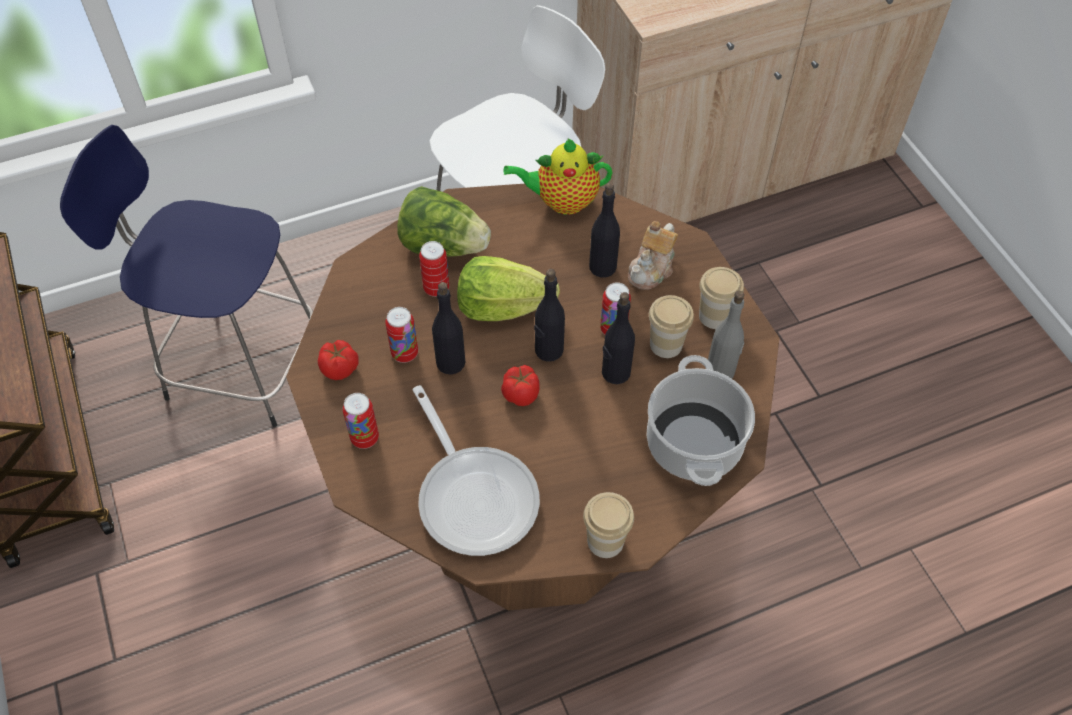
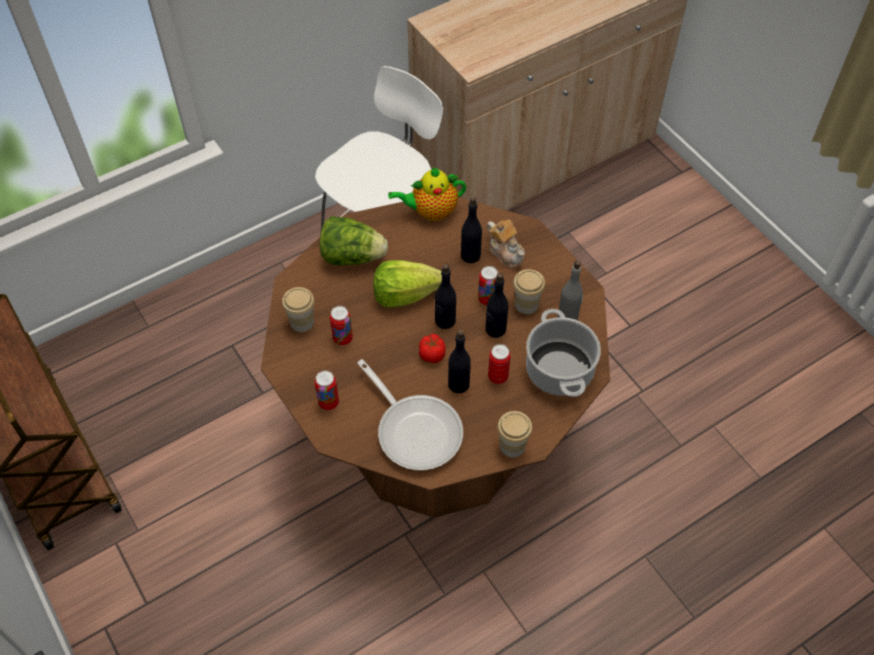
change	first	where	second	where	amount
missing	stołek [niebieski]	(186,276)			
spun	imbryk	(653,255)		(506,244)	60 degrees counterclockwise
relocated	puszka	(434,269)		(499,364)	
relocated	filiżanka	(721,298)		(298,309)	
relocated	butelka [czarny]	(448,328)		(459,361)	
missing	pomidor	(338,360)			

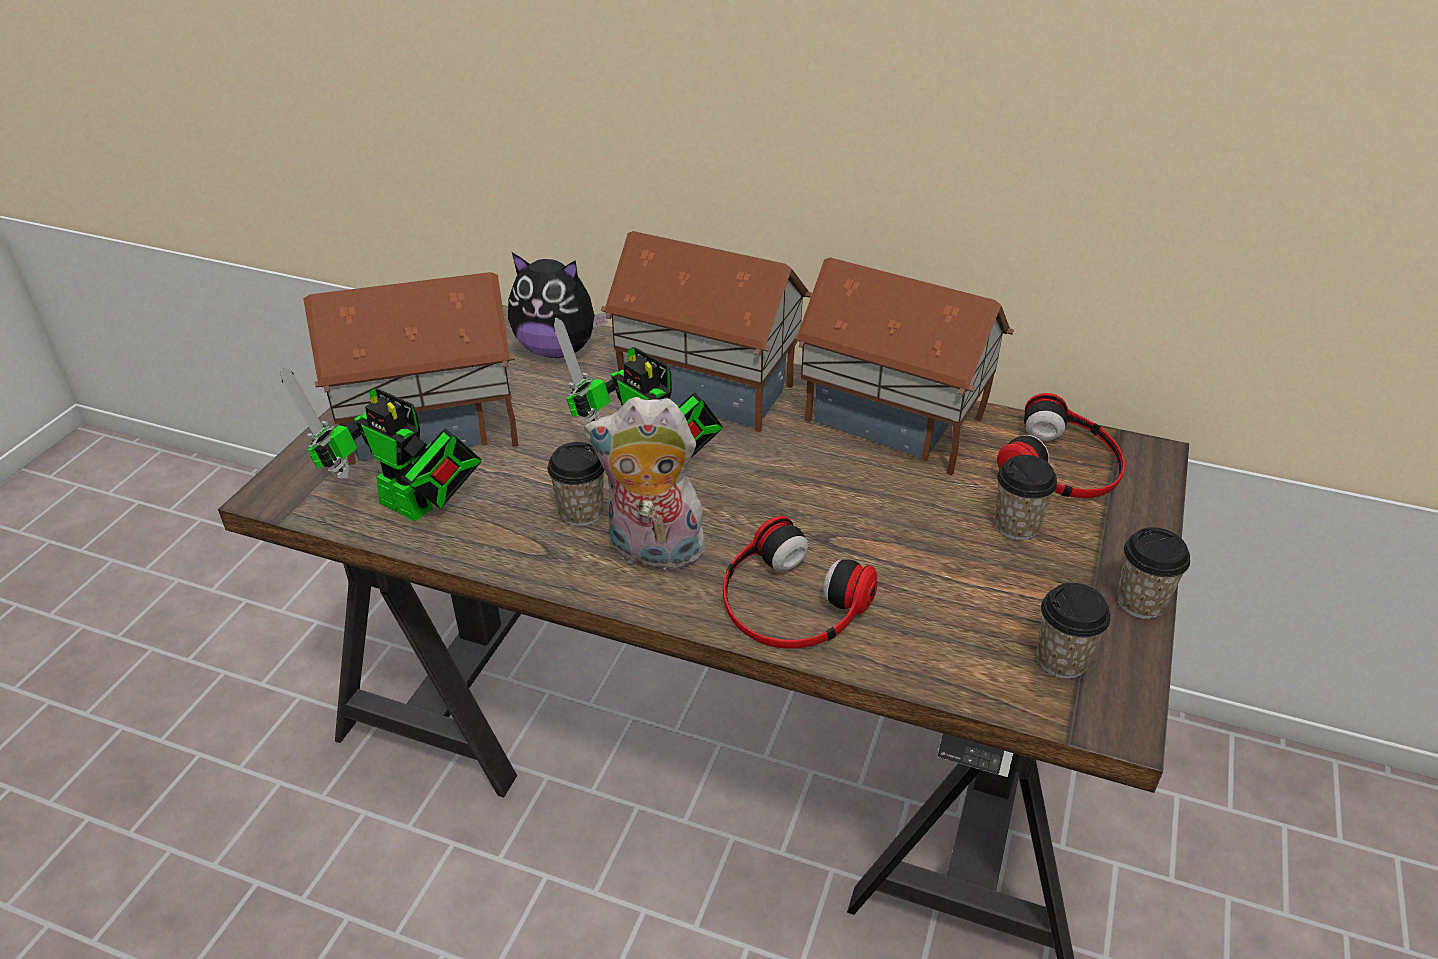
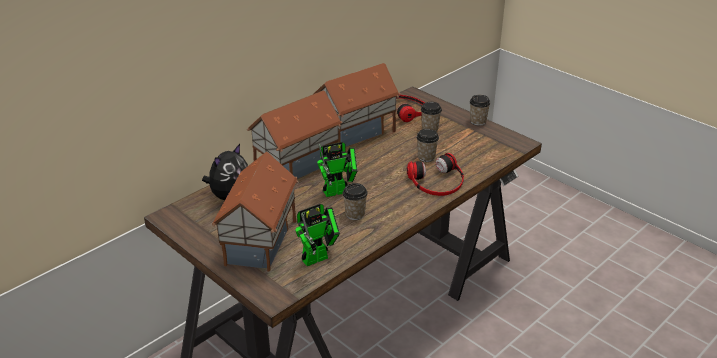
change	first	where	second	where	amount
missing	pluszak	(648,486)			
relocated	filiżanka	(1073,631)		(427,145)	

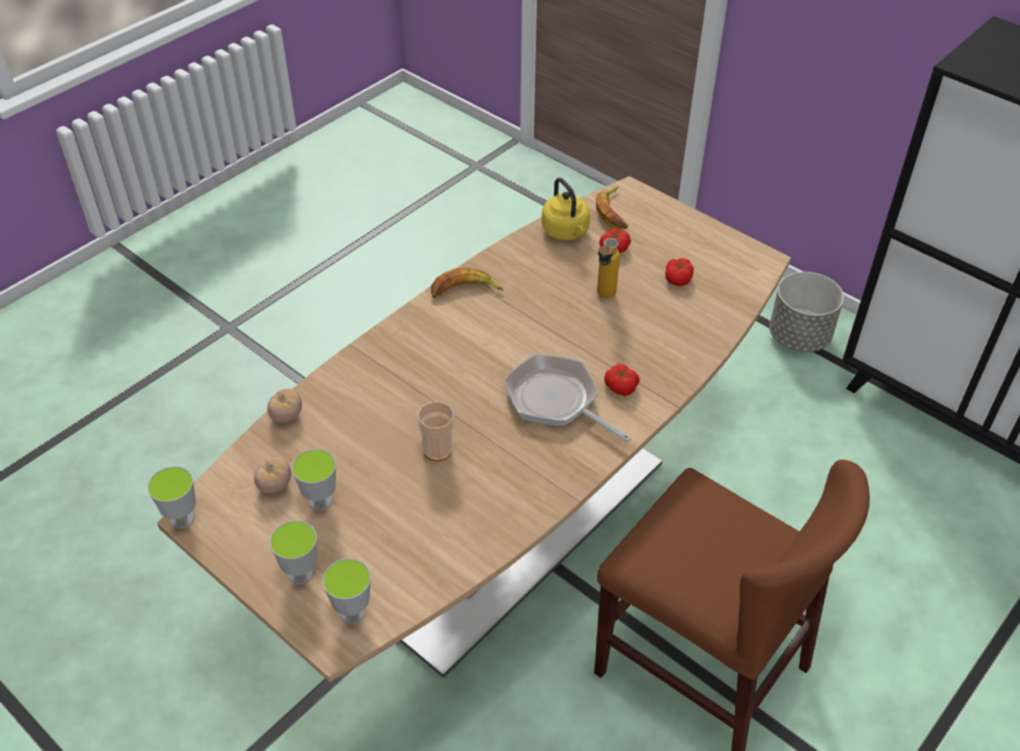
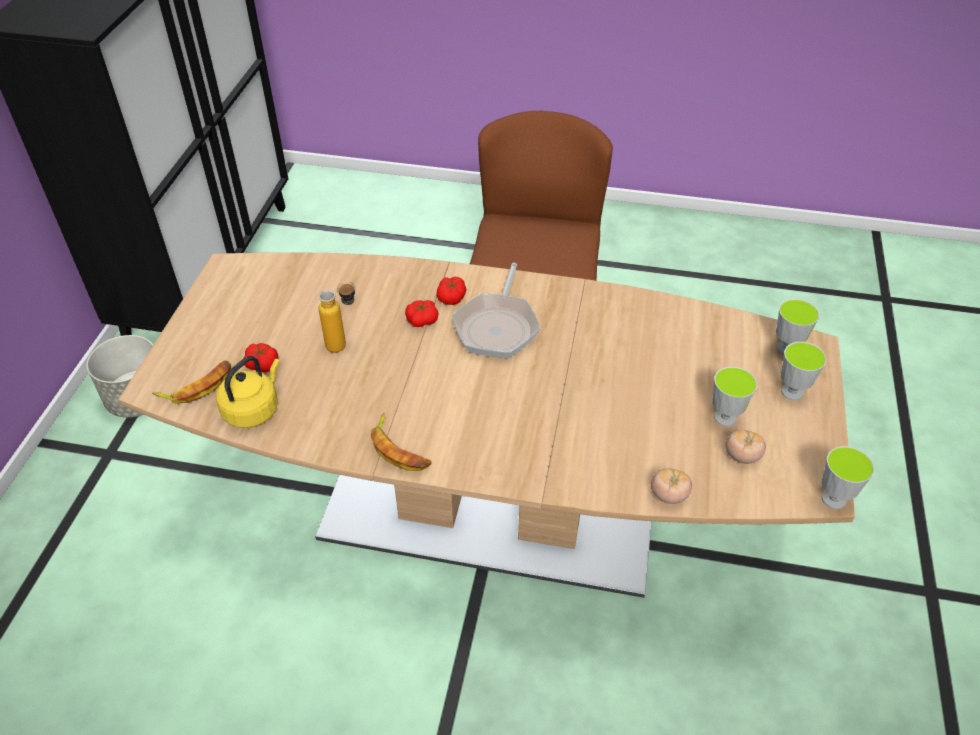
change	first	where	second	where	amount
relocated	pomidor	(679,272)		(422,313)	
missing	filiżanka	(436,431)			

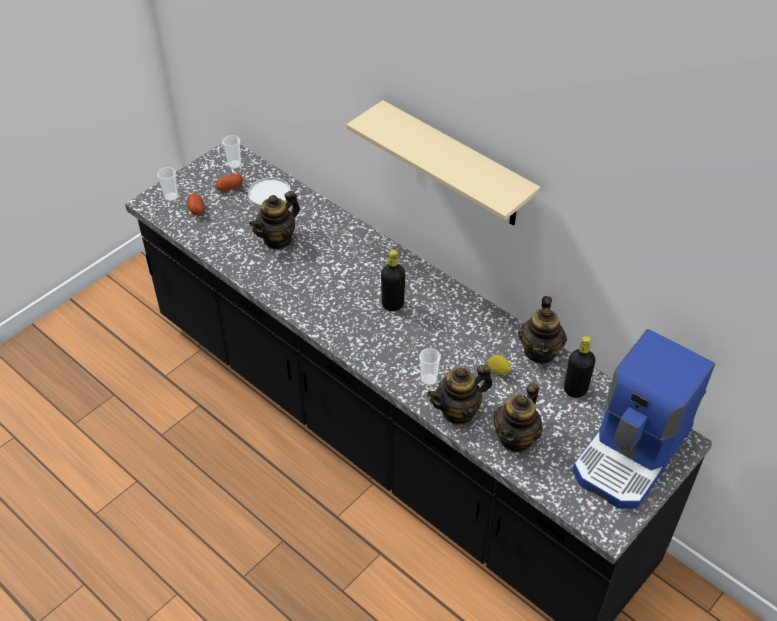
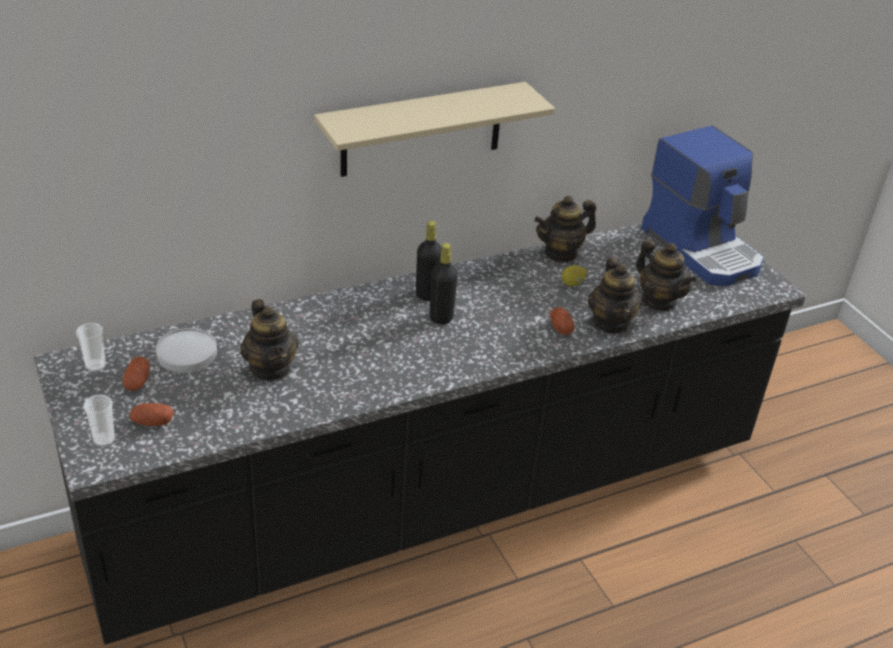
change	first	where	second	where	amount
spun	imbryk	(542,330)		(565,229)	120 degrees clockwise
relocated	butelka [czarny]	(580,367)		(429,261)	
exchanged	filiżanka	(430,367)	ziemniak	(562,321)	

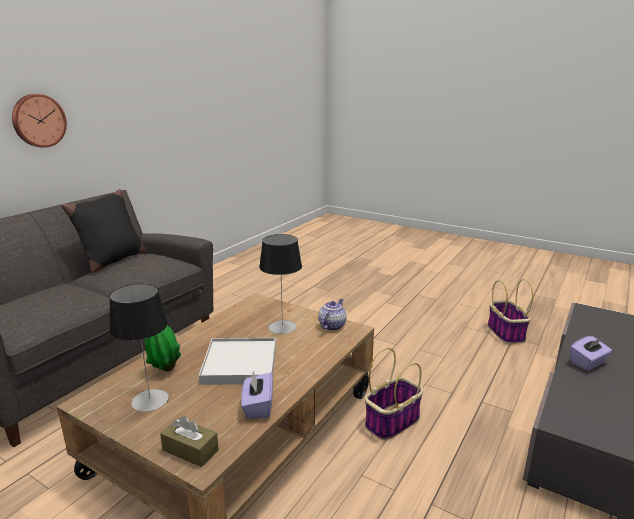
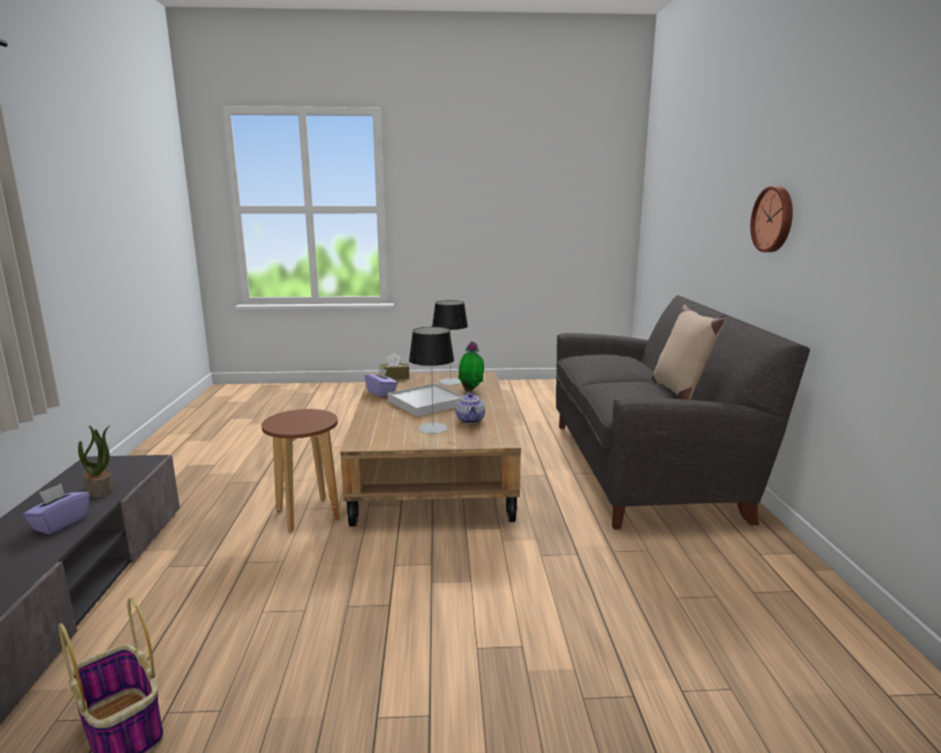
change	first	where	second	where	amount
colour	poduszka [czarny]	(103,231)	poduszka [beżowy]	(689,352)	
relocated	imbryk	(332,315)		(470,408)	
exchanged	koszyk	(394,394)	stołek [brązowy]	(300,470)	
appeared			roślina doniczkowa	(96,461)	

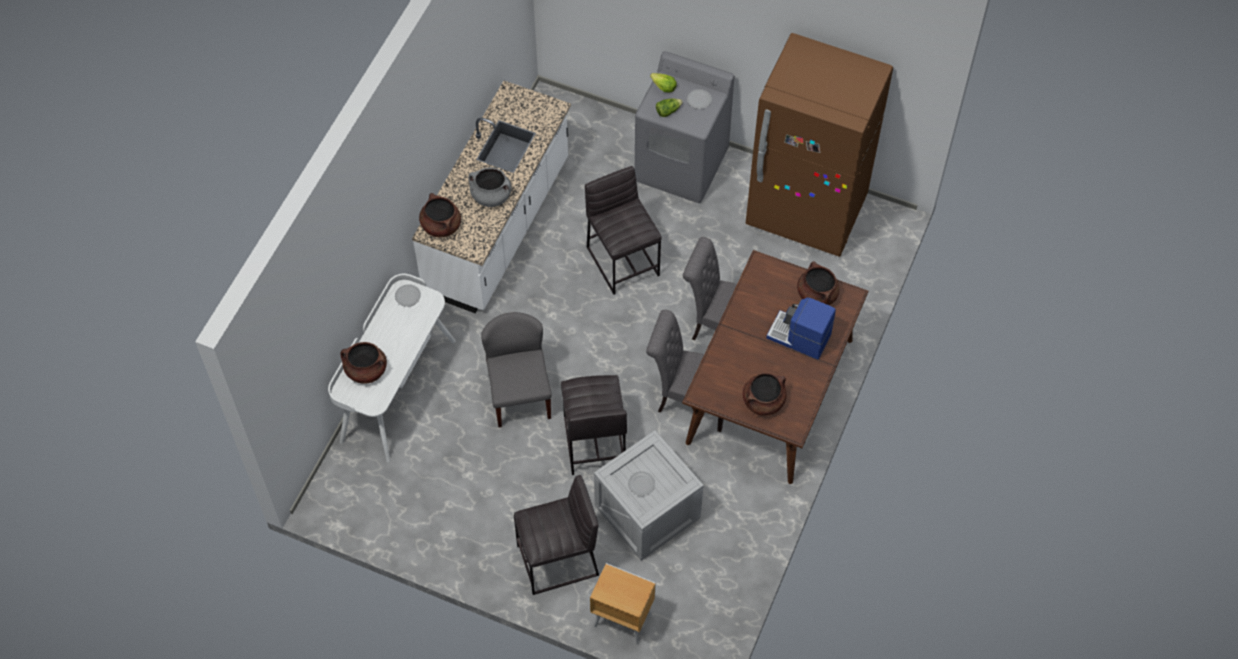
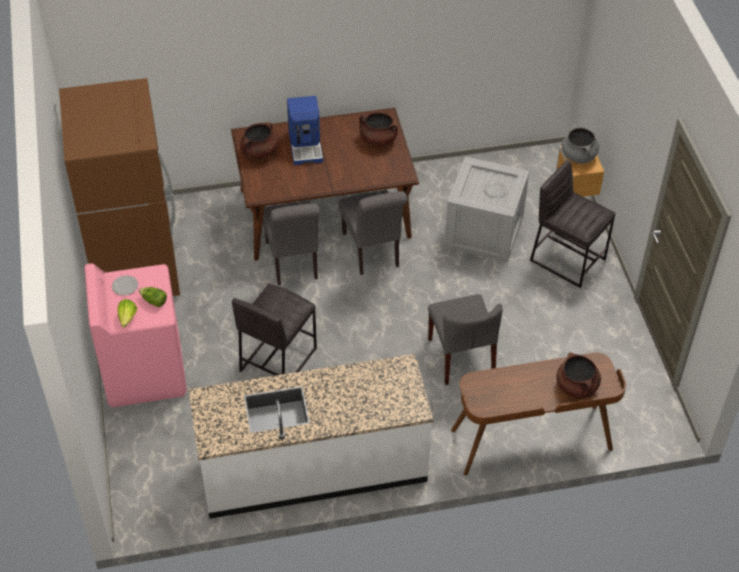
change	first	where	second	where	amount
colour	pralka [szary]	(684,127)	pralka [różowy]	(135,335)	
relocated	garnek [szary]	(490,187)		(580,144)	
missing	garnek [brązowy]	(440,215)			
colour	biurko [biały]	(392,367)	biurko [brązowy]	(538,414)	
missing	talerz	(408,295)			
spun	krzesło [szary]	(516,369)		(465,339)	60 degrees counterclockwise
missing	stołek [szary]	(594,425)			

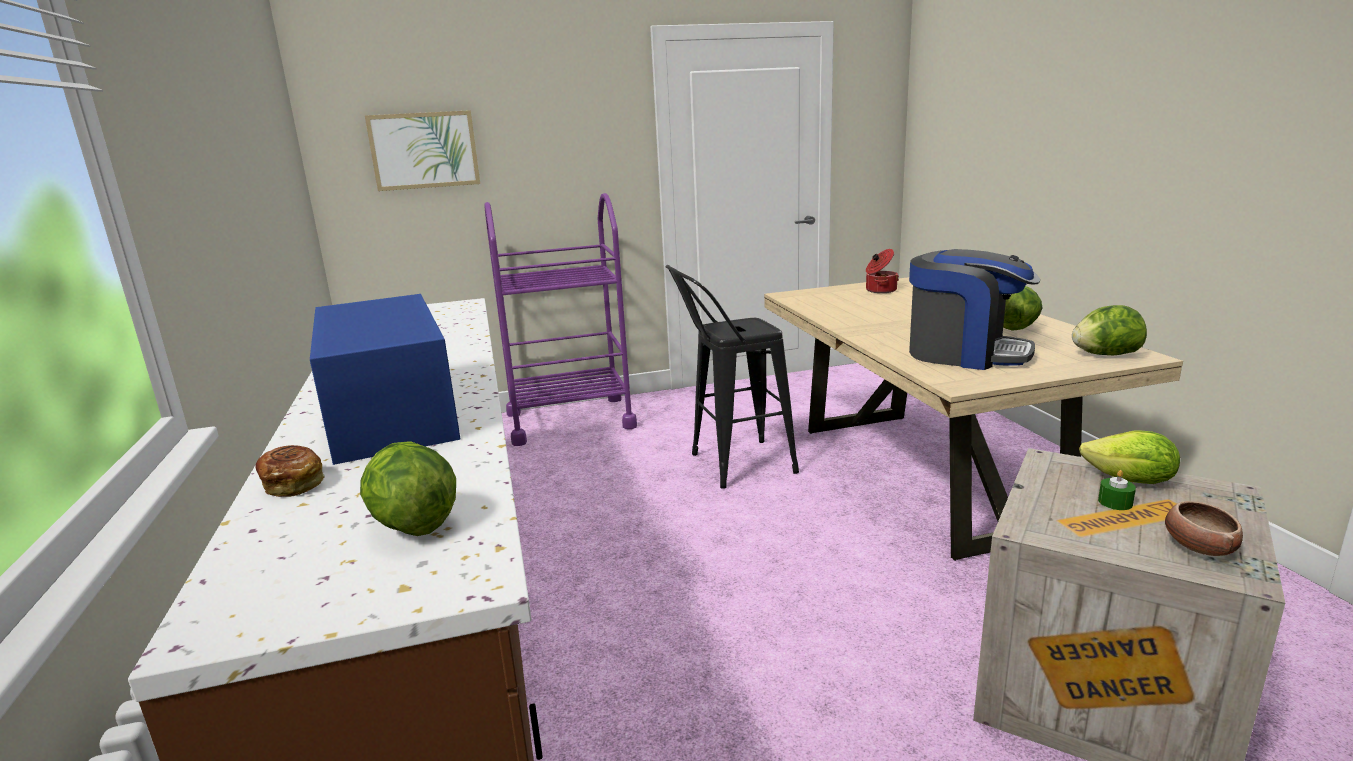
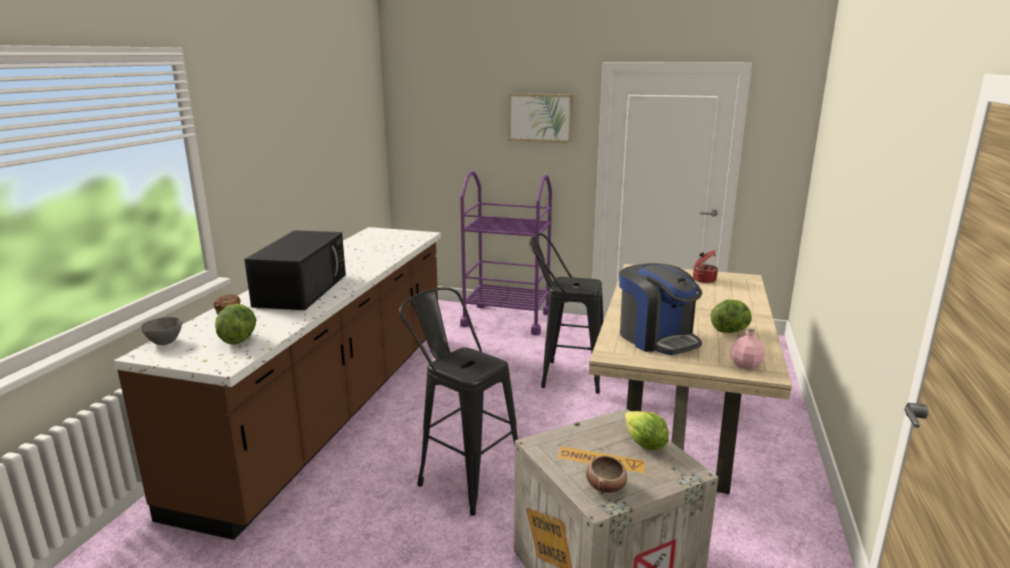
change	first	where	second	where	amount
relocated	obraz	(422,150)		(540,118)	
colour	mikrofalówka [niebieski]	(385,379)	mikrofalówka [czarny]	(295,270)	
exchanged	sałata	(1109,330)	butelka [różowy]	(748,348)	
missing	świeca [zielony]	(1117,490)			
appeared			stołek [czarny]	(458,401)	
appeared			miska [szary]	(161,331)	

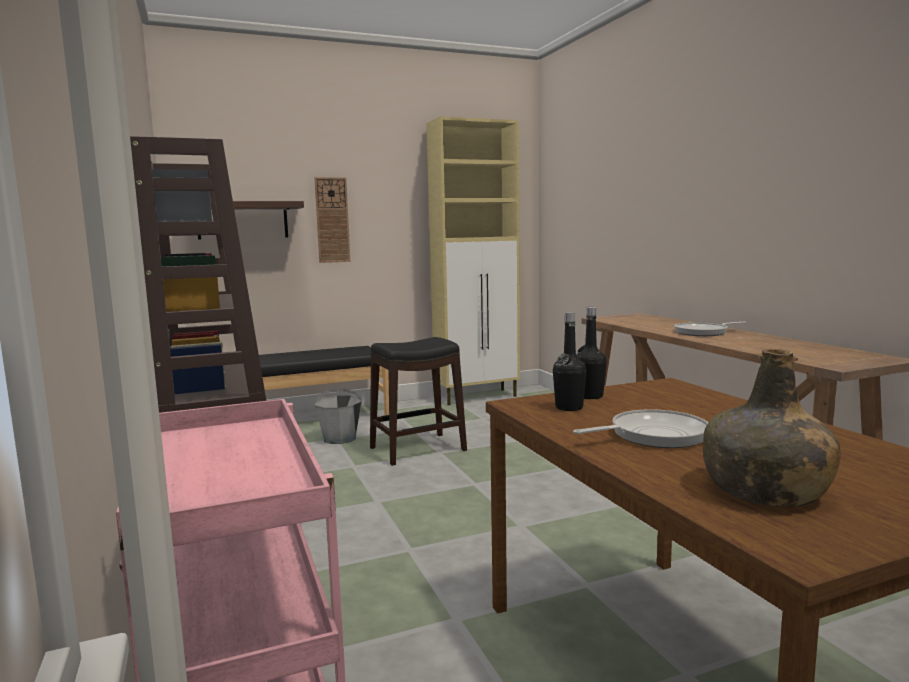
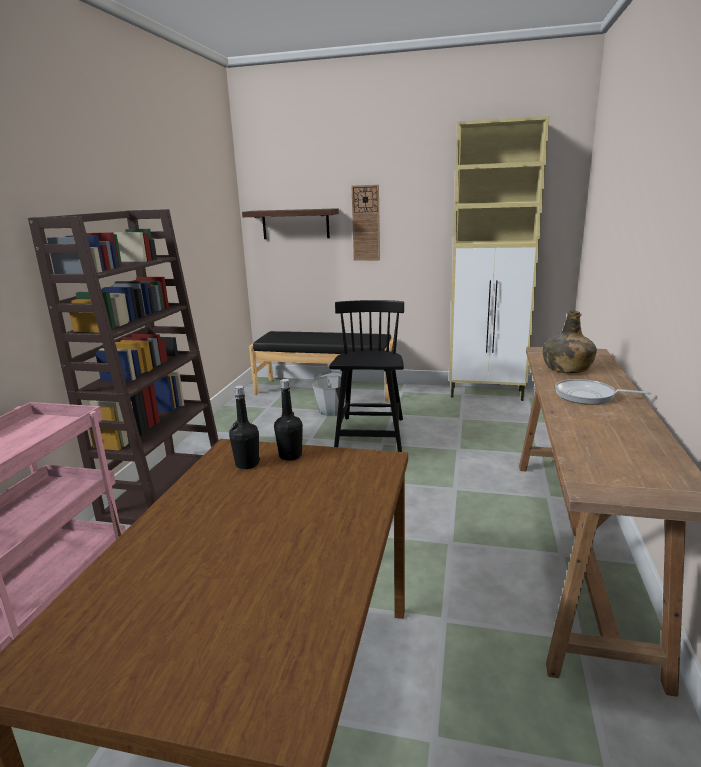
change	first	where	second	where	amount
exchanged	stołek [czarny]	(418,401)	krzesło [czarny]	(366,376)	
relocated	butelka [zielony]	(772,428)		(570,342)	
missing	patelnia	(640,428)			

